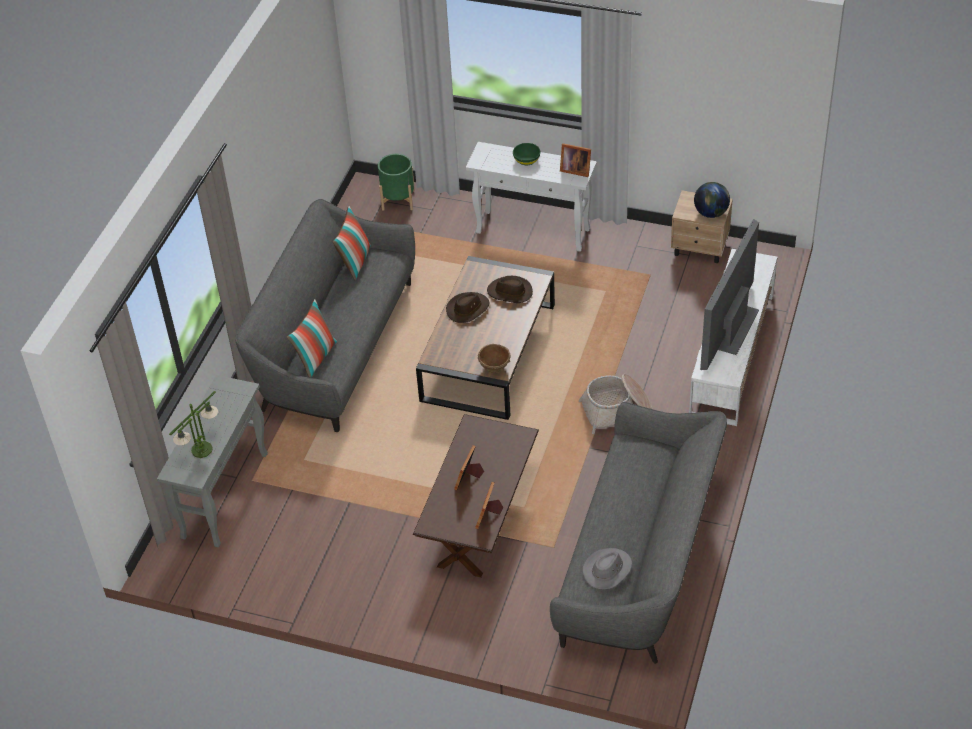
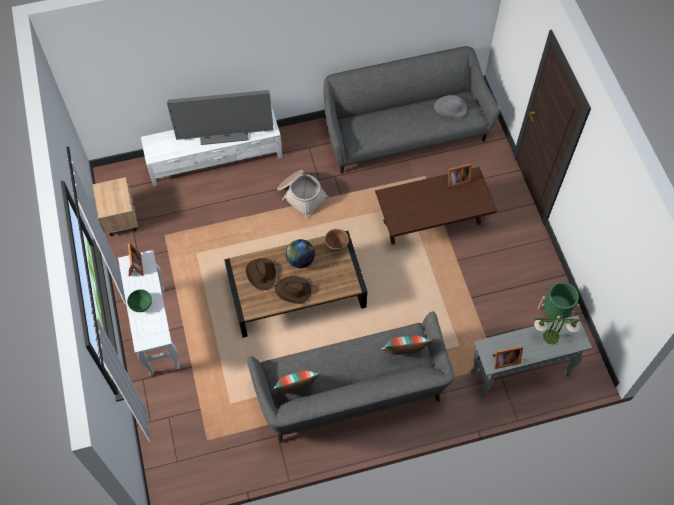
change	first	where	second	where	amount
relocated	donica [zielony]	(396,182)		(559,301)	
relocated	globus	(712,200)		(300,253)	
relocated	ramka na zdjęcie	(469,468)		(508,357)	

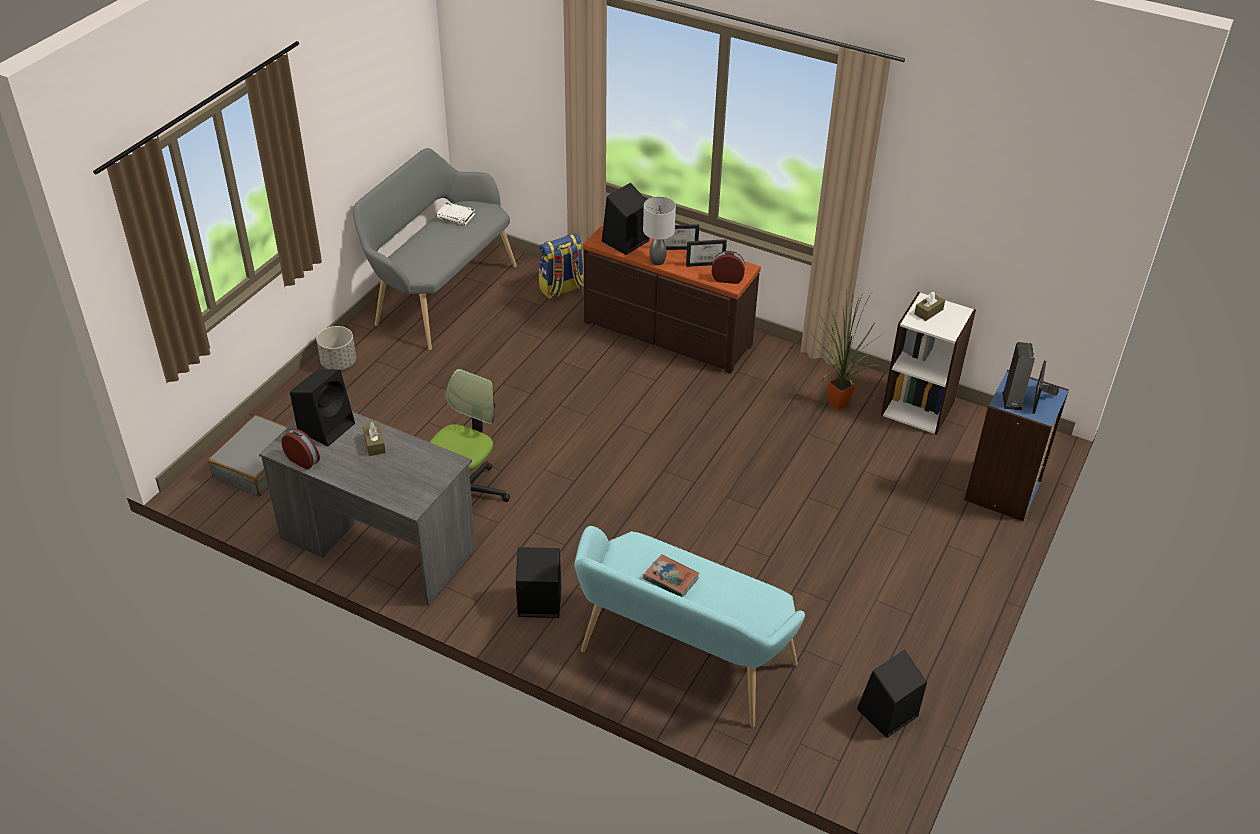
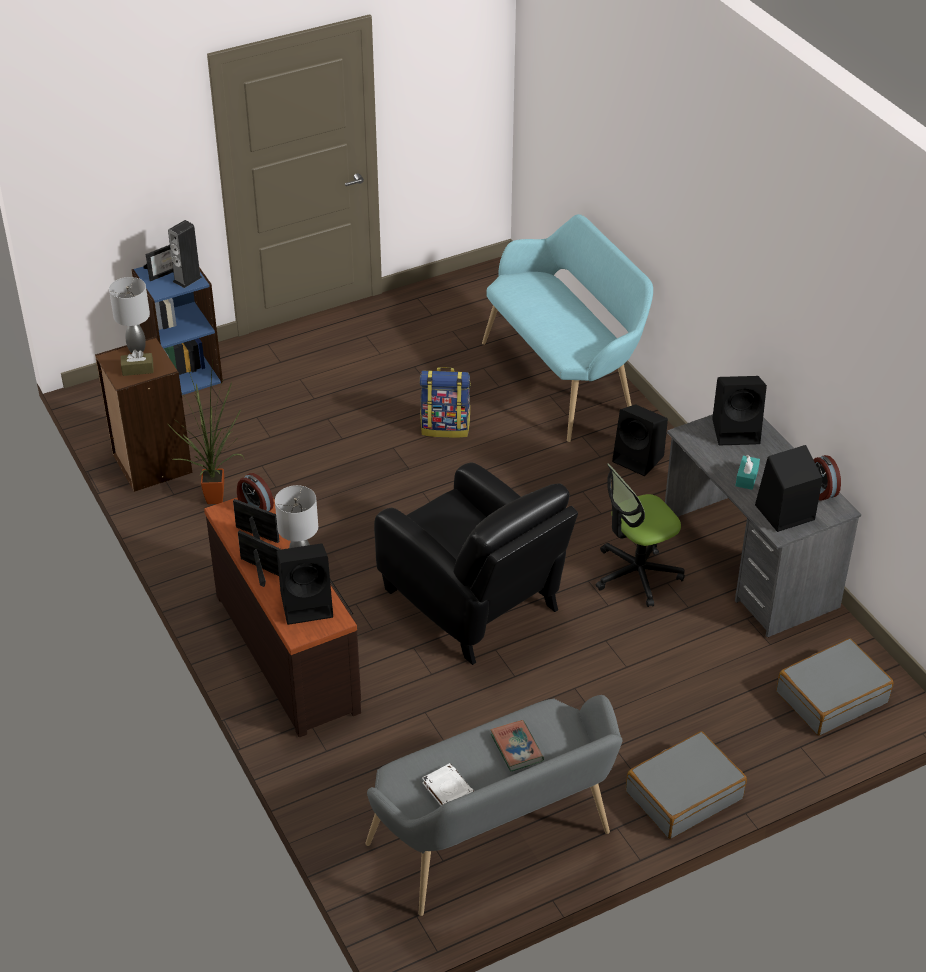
change	first	where	second	where	amount
relocated	plecak	(561,266)		(445,402)	
colour	regał [biały]	(928,363)	regał [brązowy]	(143,414)	
exchanged	donica [szary]	(336,348)	walizka [szary]	(686,785)	
colour	pudełko chusteczek [brązowy]	(374,439)	pudełko chusteczek [turkusowy]	(747,472)	
relocated	książka	(671,575)		(517,746)	
relocated	głośnik [czarny]	(892,694)		(739,410)	
appeared			lampa stołowa [szary]	(129,315)	
appeared			fotel [czarny]	(476,563)	

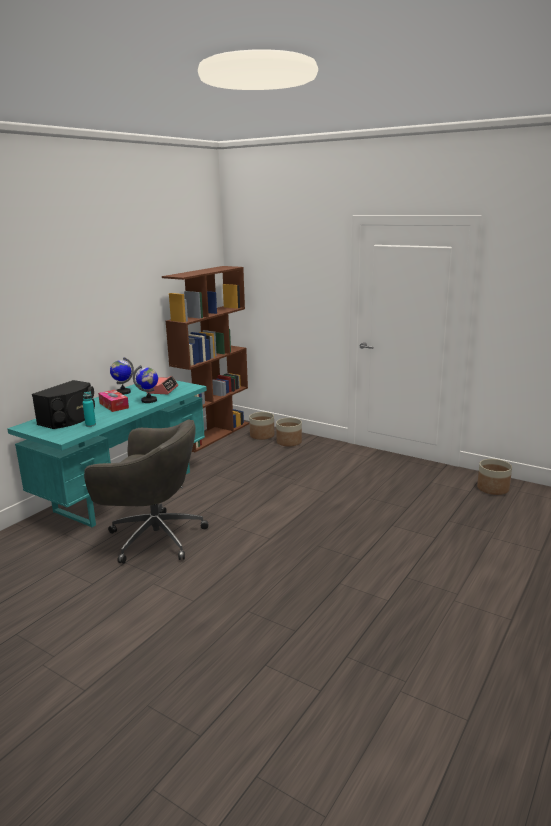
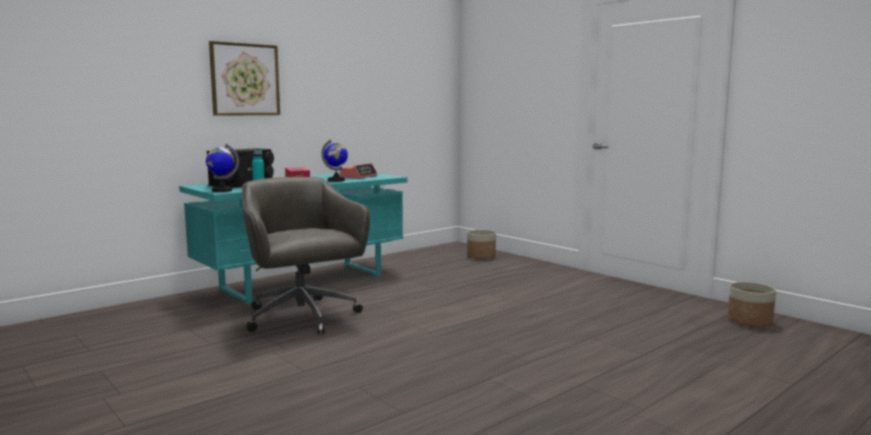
change	first	where	second	where	amount
missing	regał [brązowy]	(205,359)			
relocated	globus	(122,376)		(222,168)	
missing	donica	(289,432)			
spun	krzesło biurowe [szary]	(146,491)		(305,255)	150 degrees counterclockwise
appeared			obraz	(244,78)	

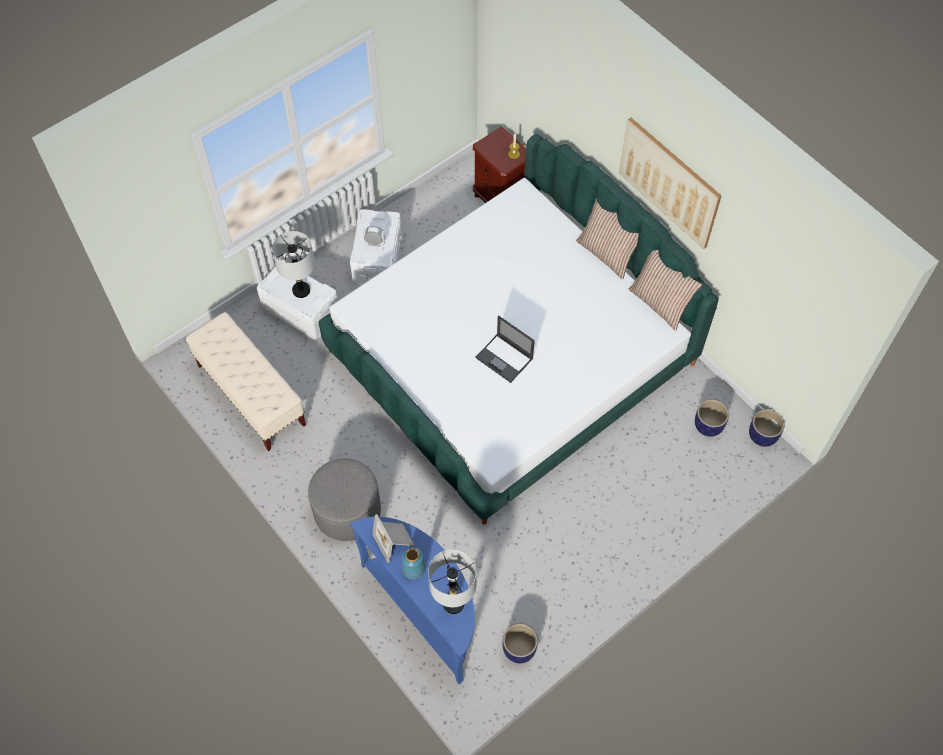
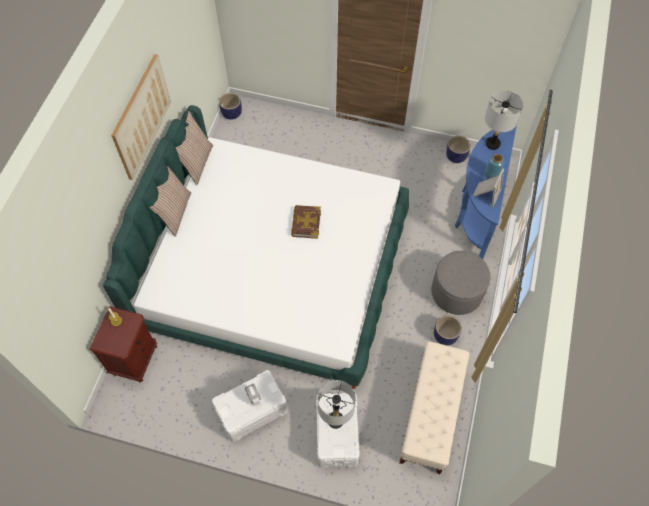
change	first	where	second	where	amount
exchanged	laptop	(505,349)	książka	(306,222)	
relocated	donica	(712,418)		(448,330)	

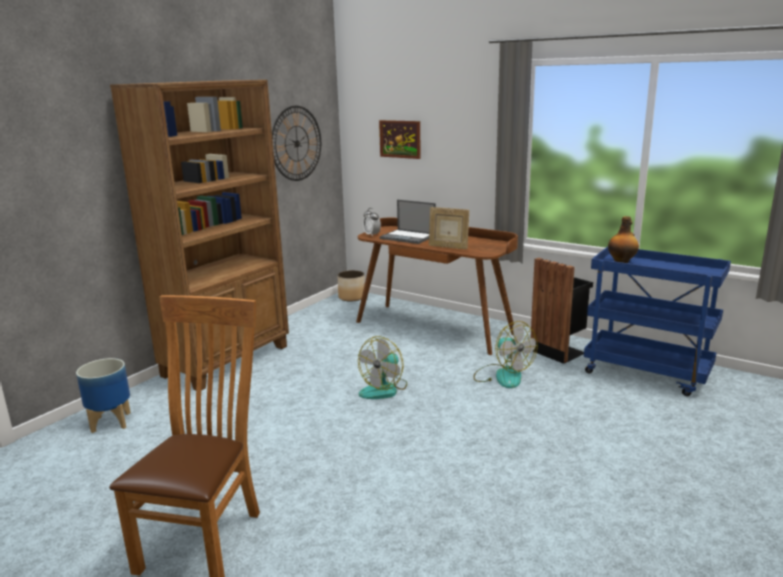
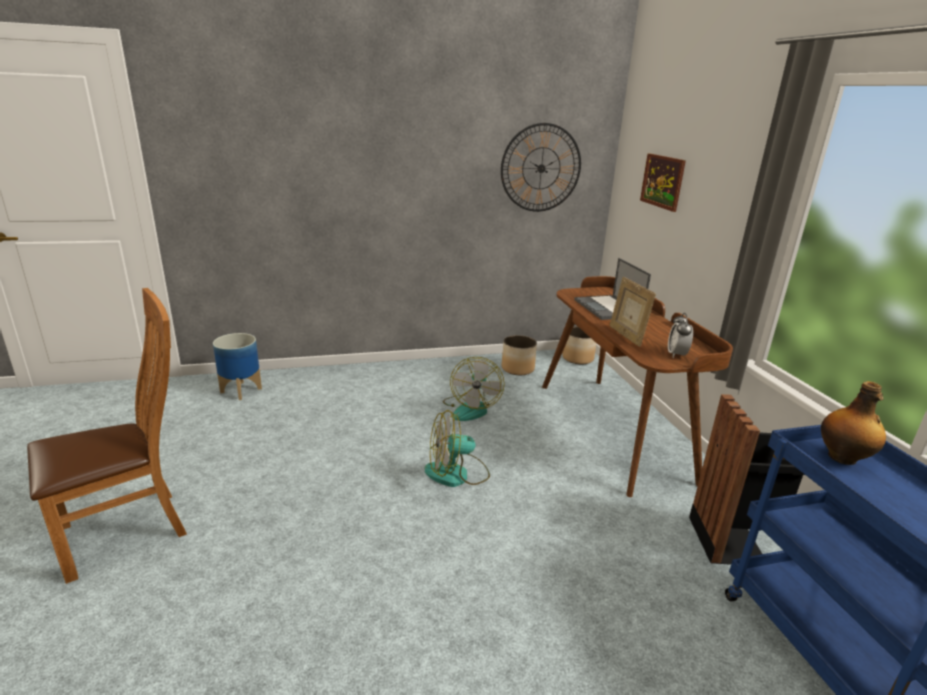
change	first	where	second	where	amount
missing	regał [brązowy]	(199,235)			
relocated	budzik	(372,222)		(680,335)	
relocated	wentylator	(505,354)		(474,389)	
appeared			donica	(519,355)	

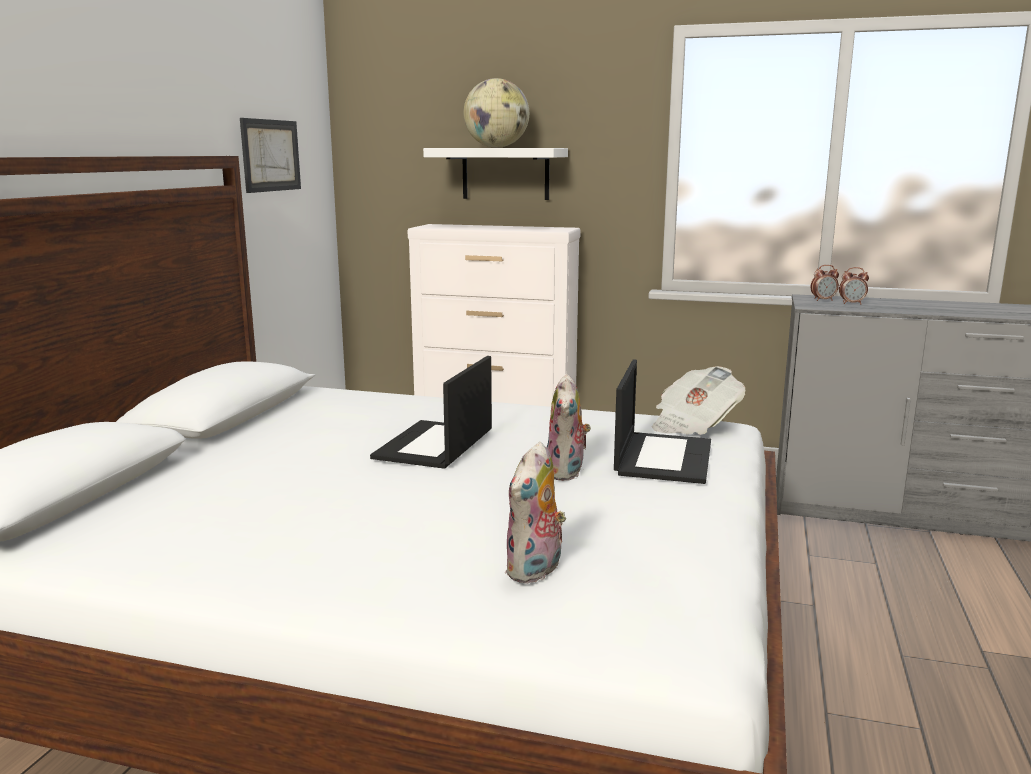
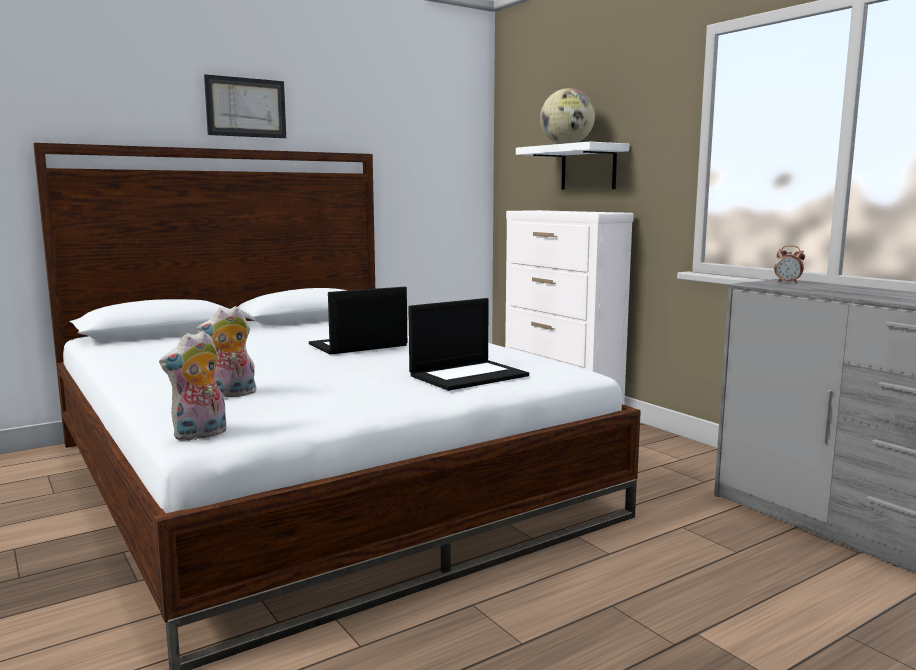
change	first	where	second	where	amount
relocated	obraz	(270,155)		(245,106)	
missing	budzik	(854,285)			
missing	gazeta	(698,400)			
relocated	pluszak	(569,427)		(193,386)	

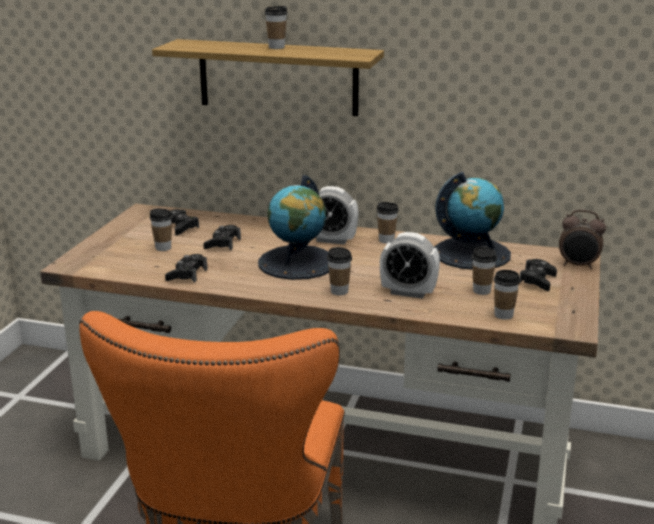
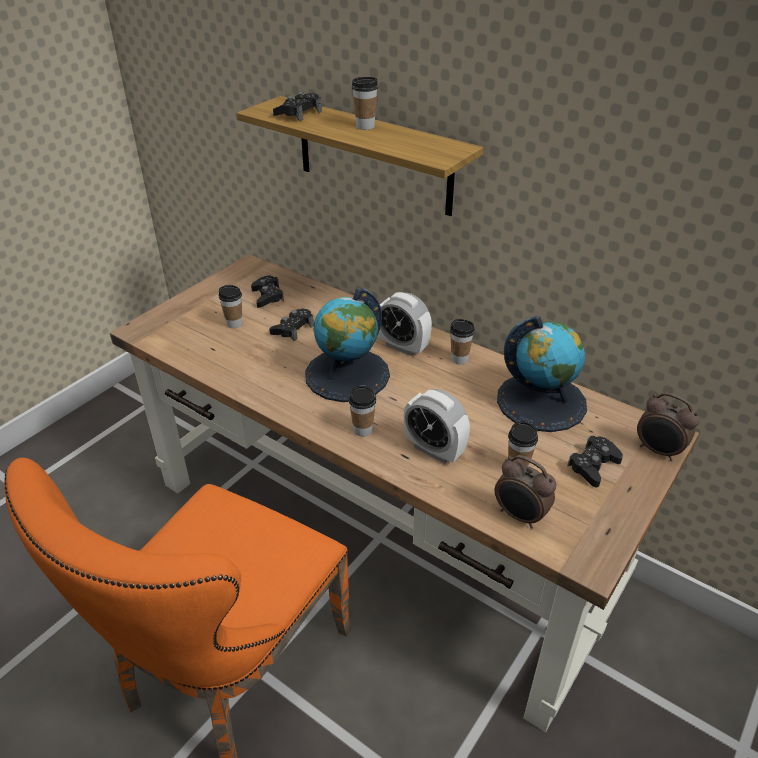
change	first	where	second	where	amount
relocated	pad do gier [czarny]	(186,268)		(297,106)	
exchanged	filiżanka	(507,295)	budzik	(525,491)	

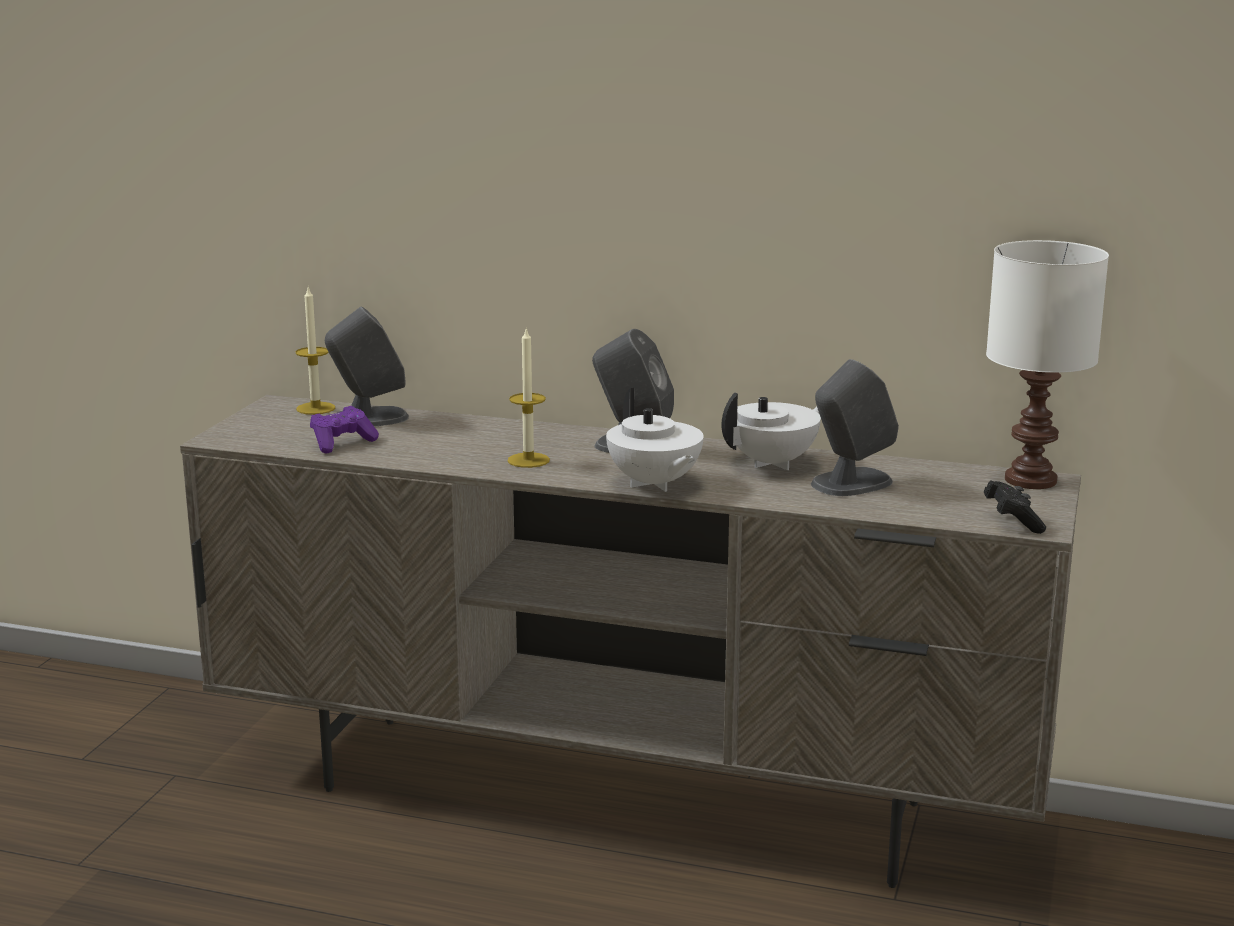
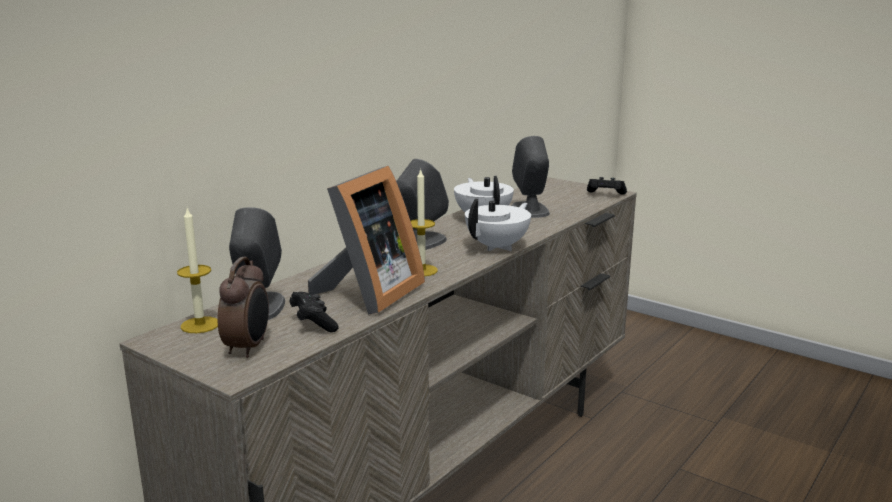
change	first	where	second	where	amount
missing	lampa stołowa [biały]	(1047,364)			
spun	imbryk [biały]	(655,440)		(498,224)	45 degrees counterclockwise
colour	pad do gier [fioletowy]	(344,430)	pad do gier [czarny]	(314,312)	
appeared			ramka na zdjęcie	(366,240)	
appeared			budzik	(243,307)	

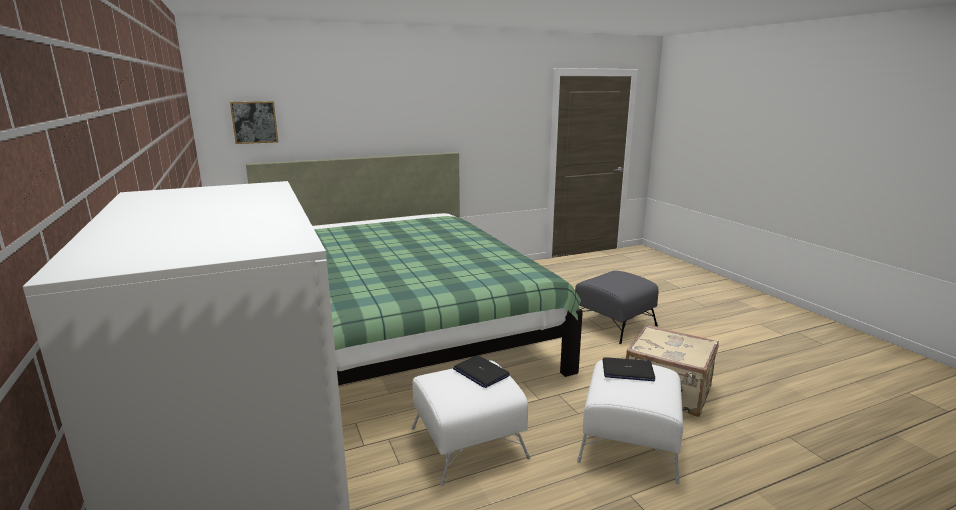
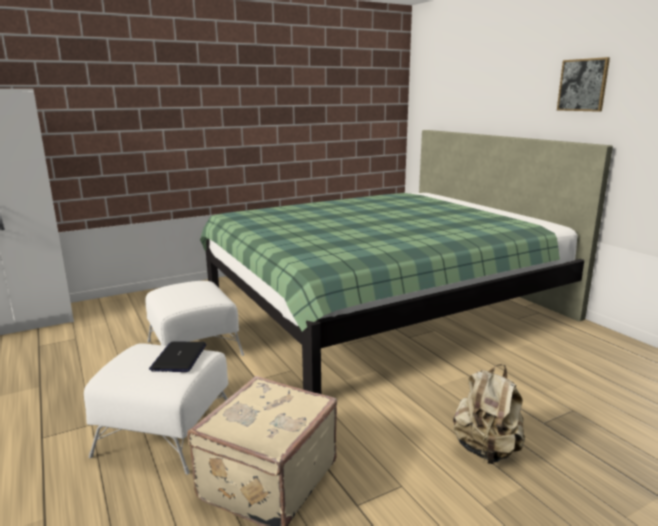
change	first	where	second	where	amount
relocated	obraz	(254,122)		(583,84)	
exchanged	pufa [szary]	(617,307)	plecak [beżowy]	(489,414)	
missing	laptop	(481,371)			

